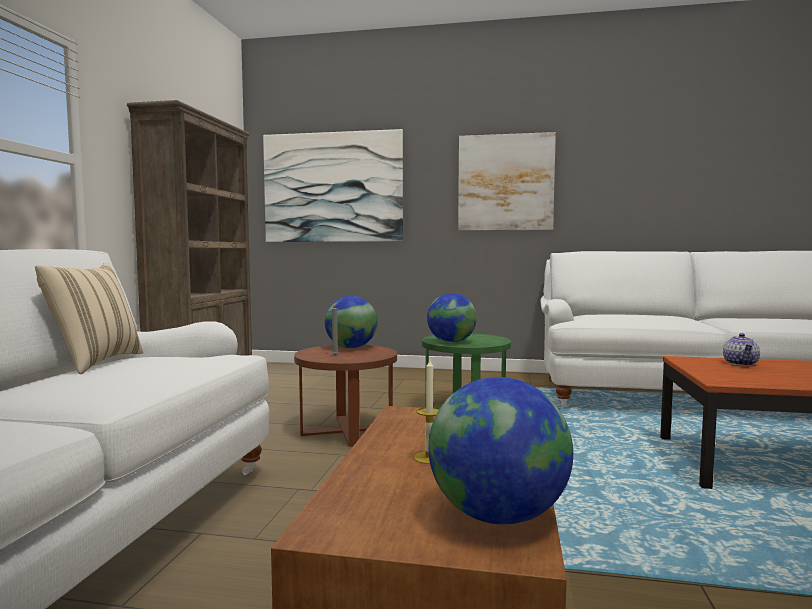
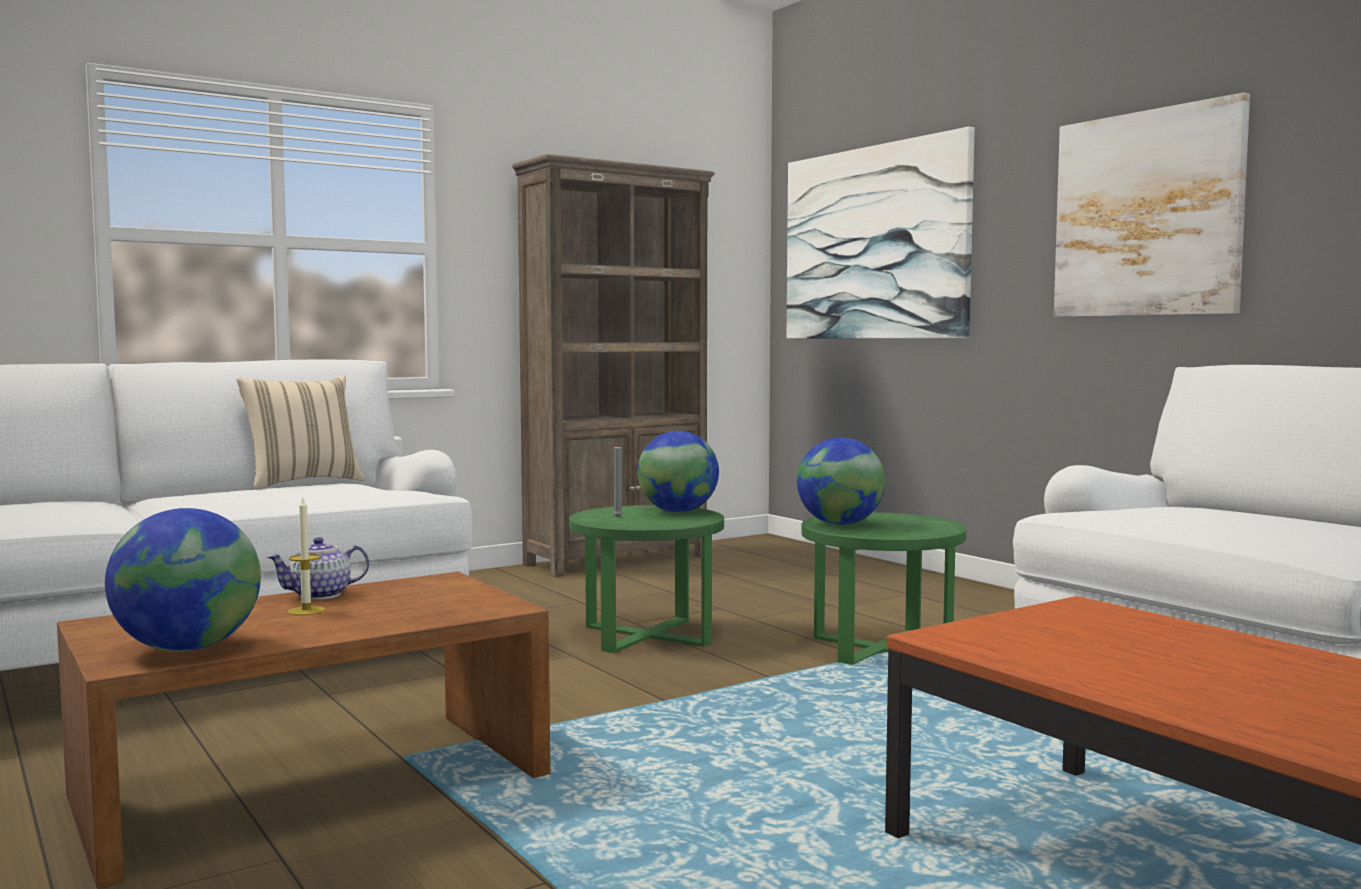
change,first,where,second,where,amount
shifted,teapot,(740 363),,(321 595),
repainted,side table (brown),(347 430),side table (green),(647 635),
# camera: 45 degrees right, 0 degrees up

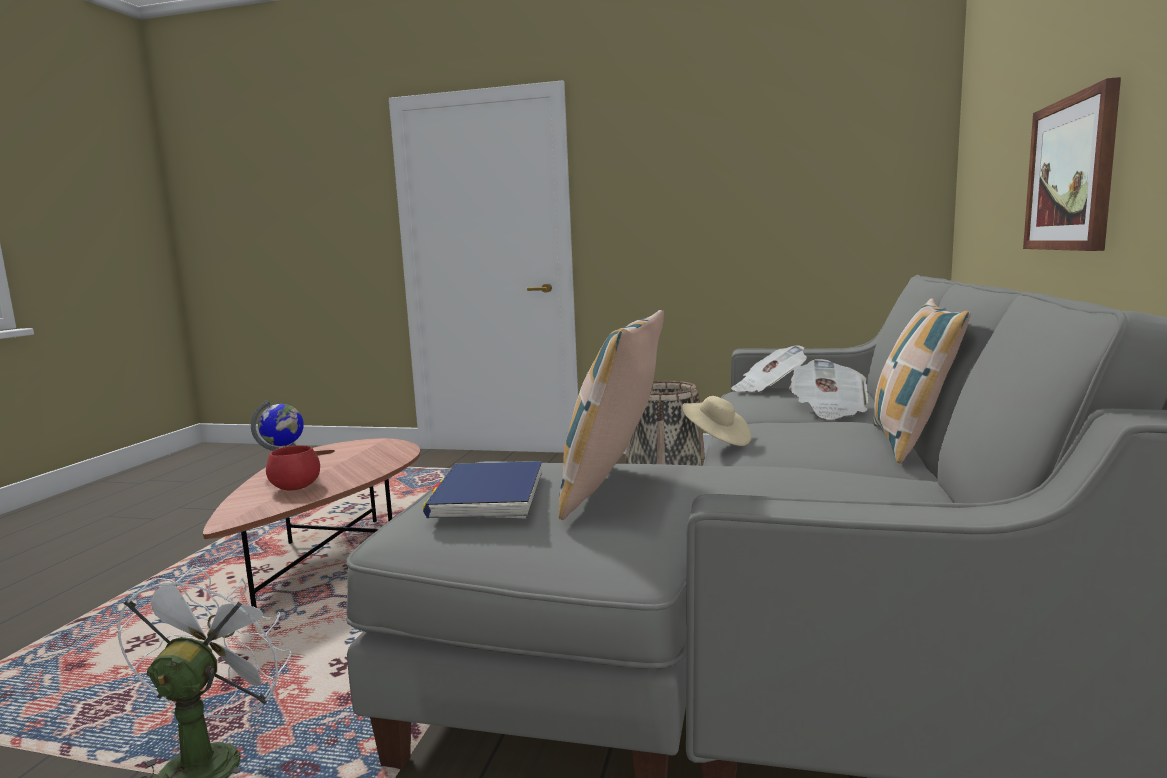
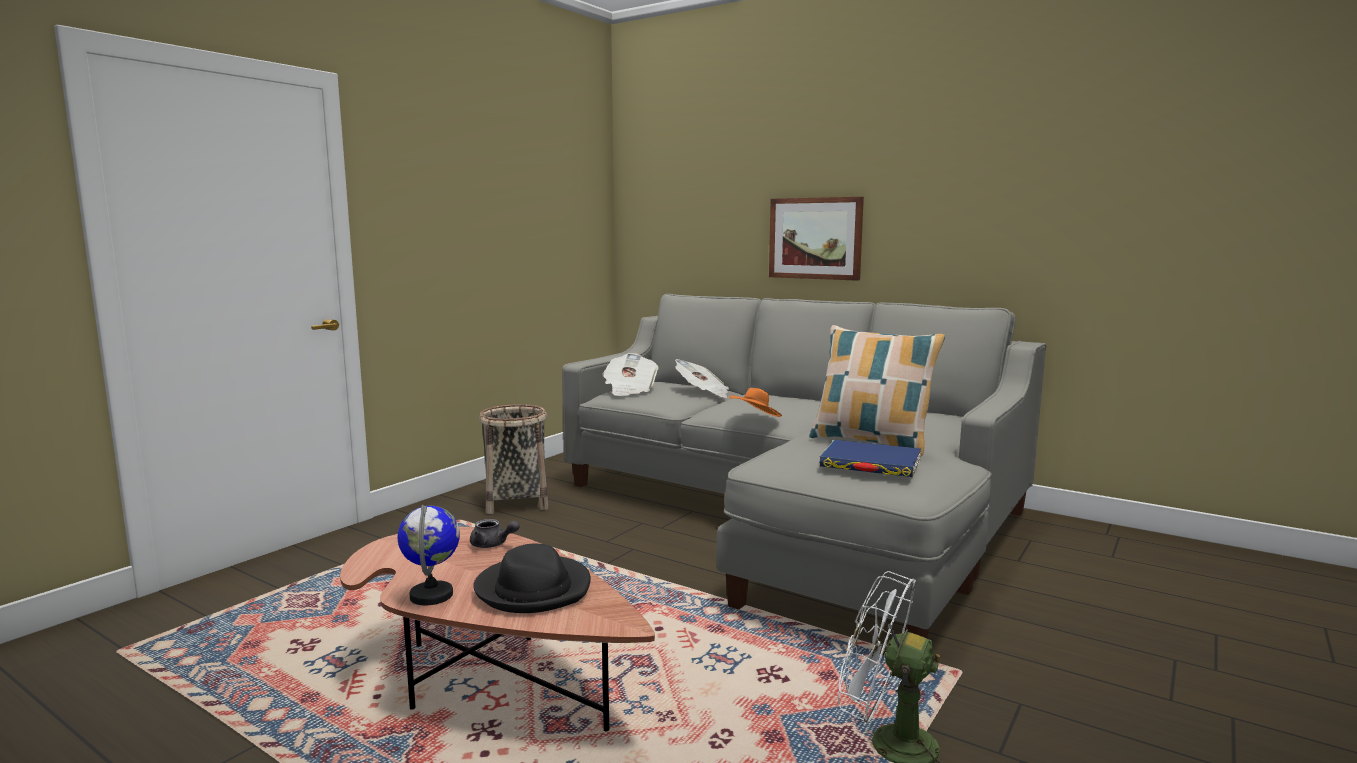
change,first,where,second,where,amount
new,,,teapot (grey),(492 545),
swapped,bowl (red),(296 487),hat (black),(534 589),
repainted,hat (beige),(716 440),hat (orange),(755 418),
gone,pillow,(911 444),,,
# camera: 70 degrees left, 0 degrees up

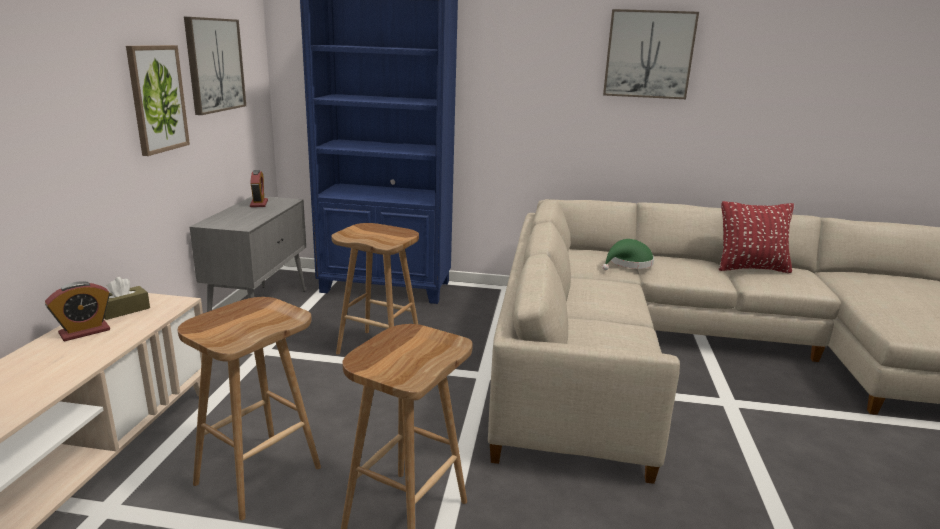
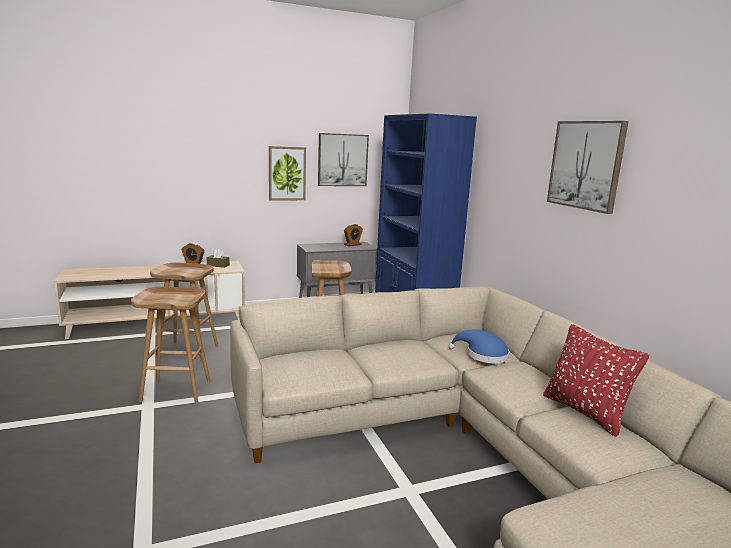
change,first,where,second,where,amount
repainted,hat (green),(628 264),hat (blue),(483 355),
# camera: 60 degrees right, 5 degrees down

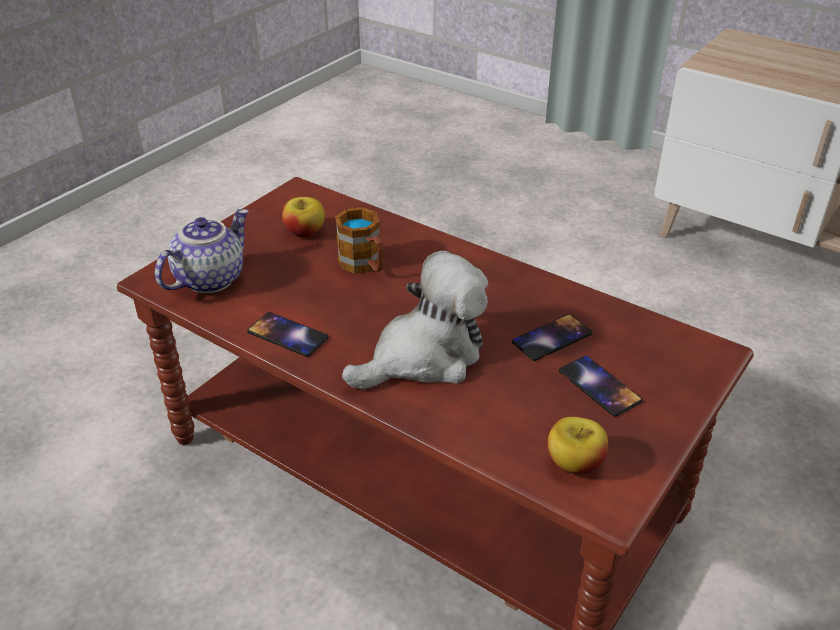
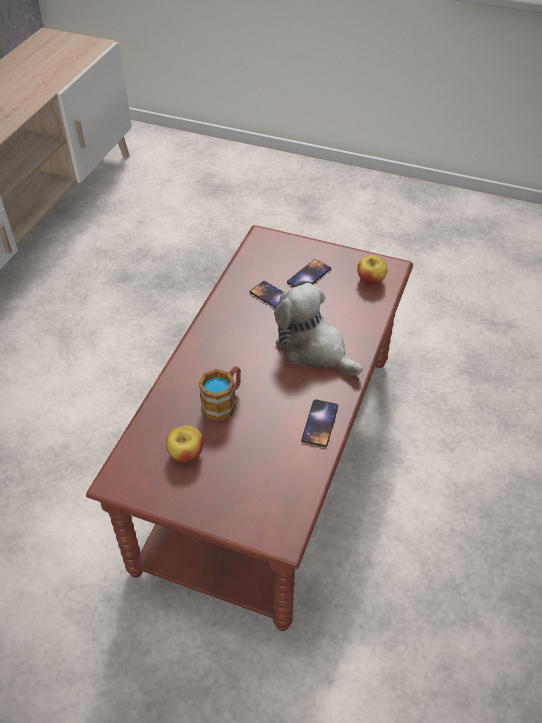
change,first,where,second,where,amount
gone,teapot,(209 278),,,
# camera: 105 degrees left, 10 degrees up

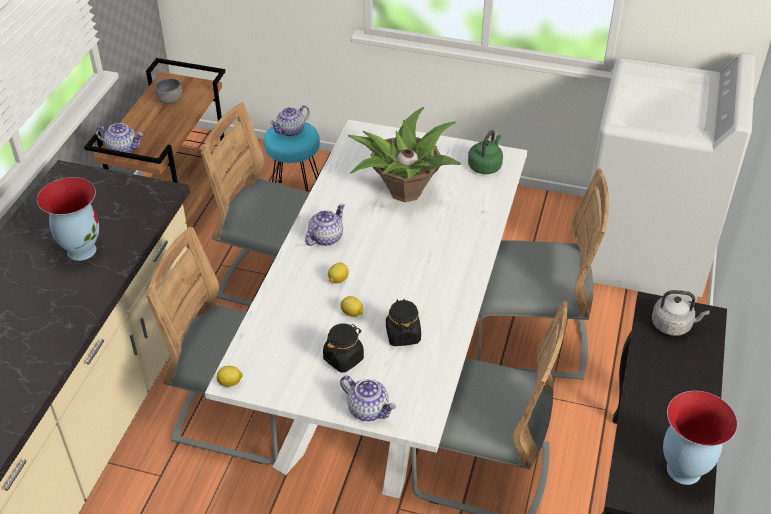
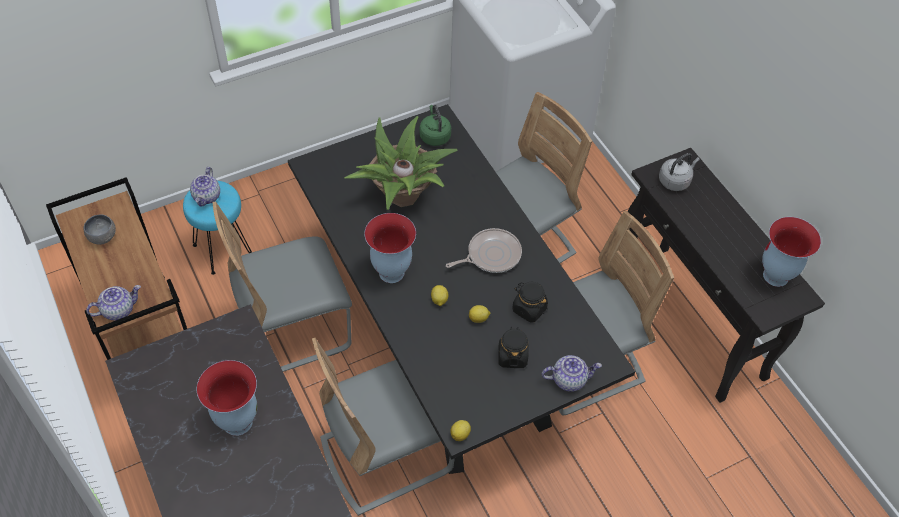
change,first,where,second,where,amount
repainted,dining table (white),(383 369),dining table (black),(444 343),
swapped,teapot,(325 237),vase,(391 273),
new,,,frying pan,(491 255),
# camera: 45 degrees left, 10 degrees up

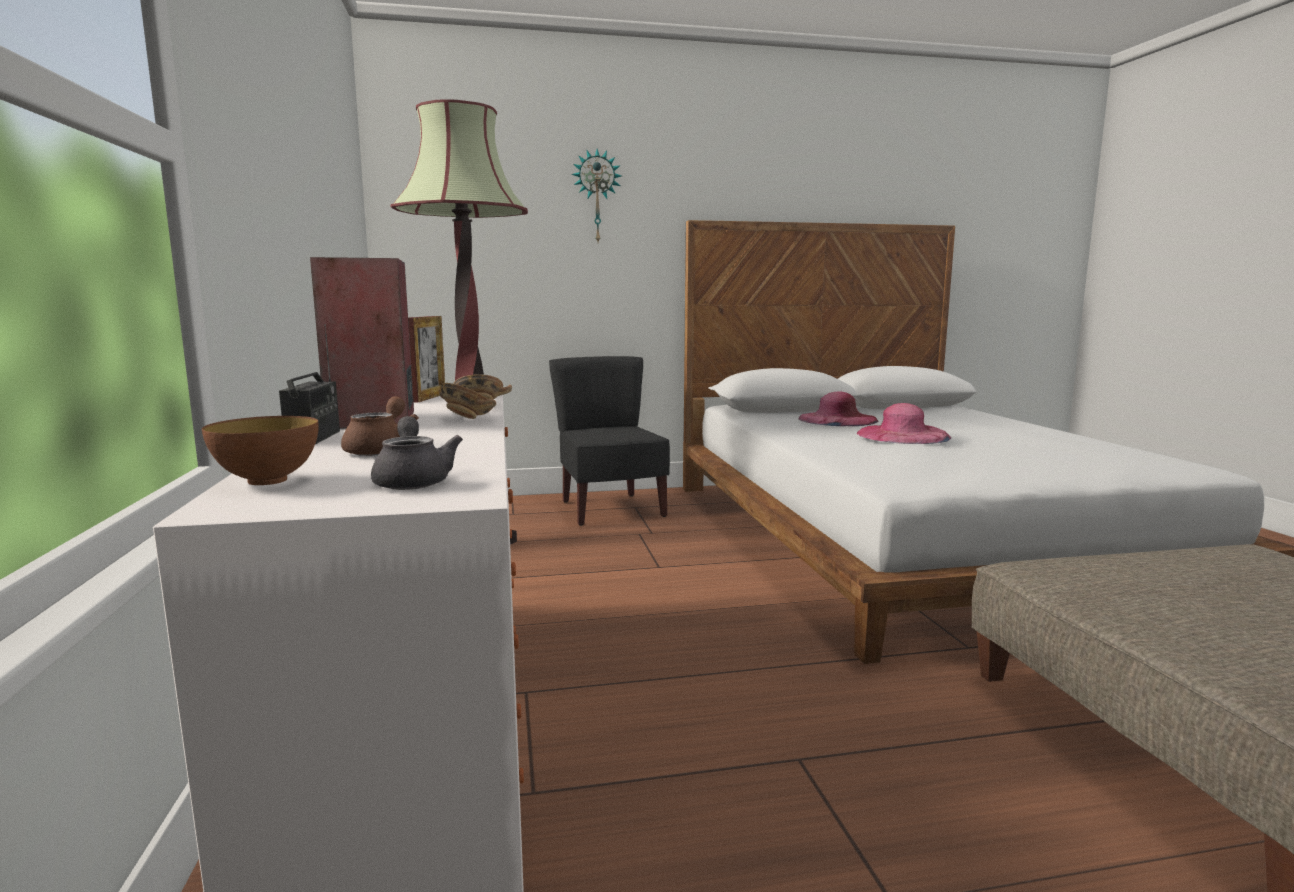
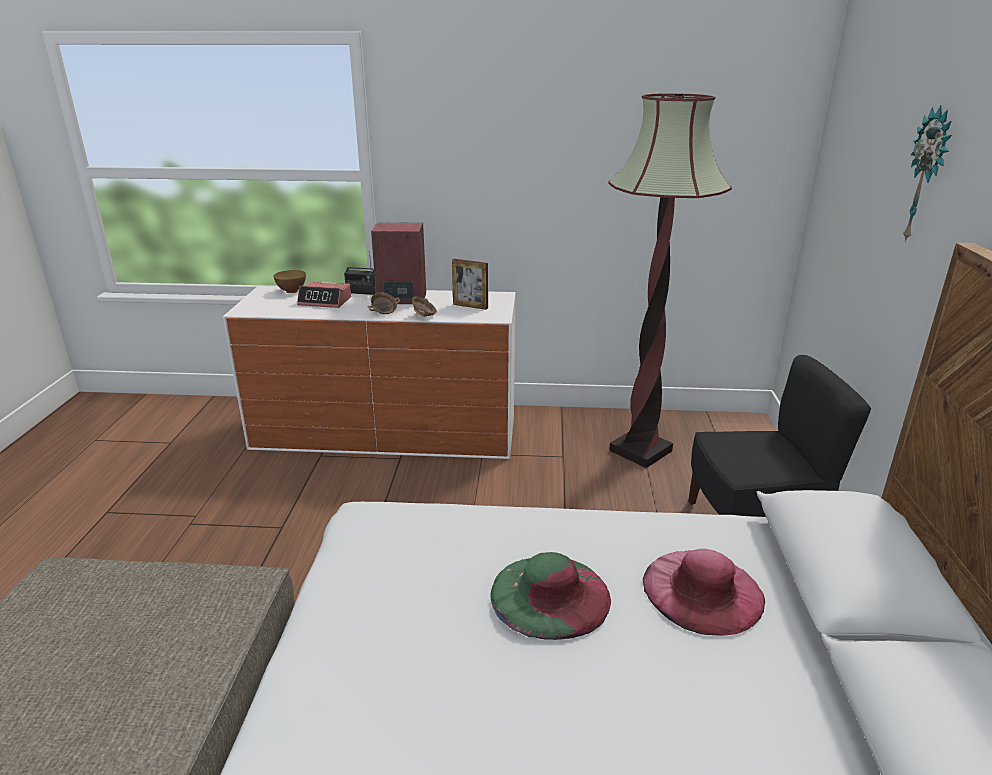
change,first,where,second,where,amount
swapped,teapot (brown),(381 449),alarm clock,(325 301),
repainted,hat (pink),(903 435),hat (green),(550 595),
gone,teapot (grey),(413 480),,,
# camera: 105 degrees right, 15 degrees up

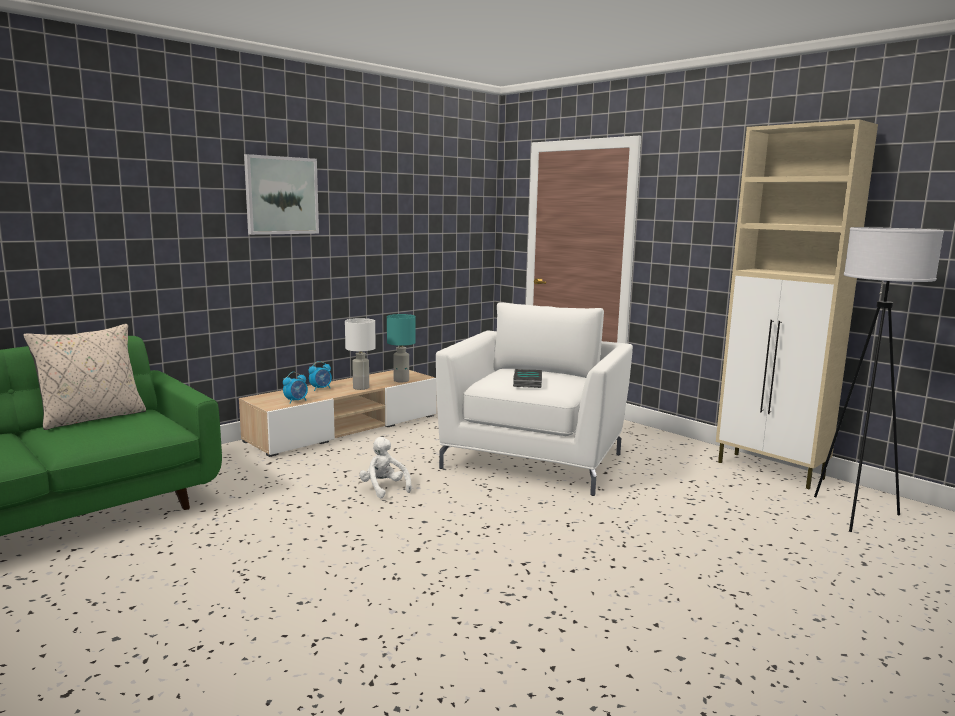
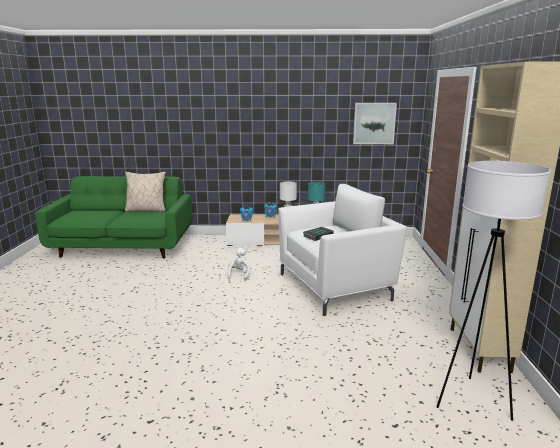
change,first,where,second,where,amount
shifted,picture,(281 195),,(374 123),
# camera: 45 degrees right, 5 degrees up

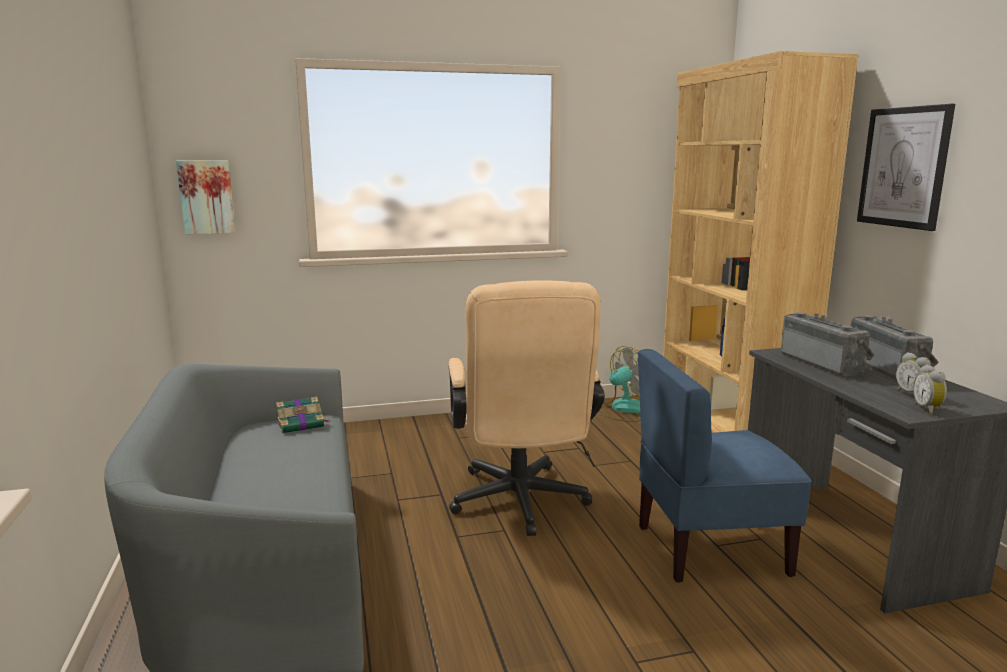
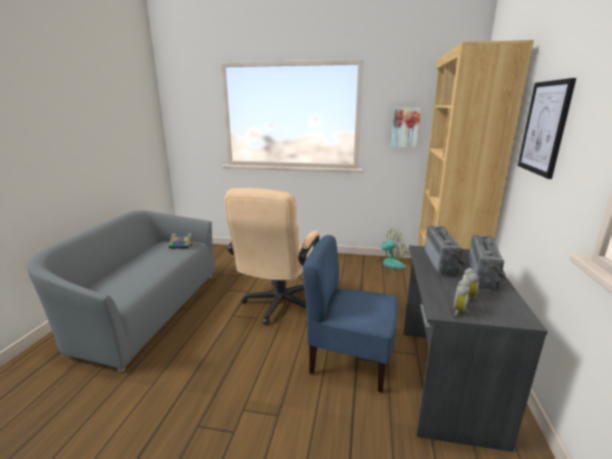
change,first,where,second,where,amount
shifted,picture,(207 197),,(405 127),
# camera: 25 degrees right, 5 degrees up

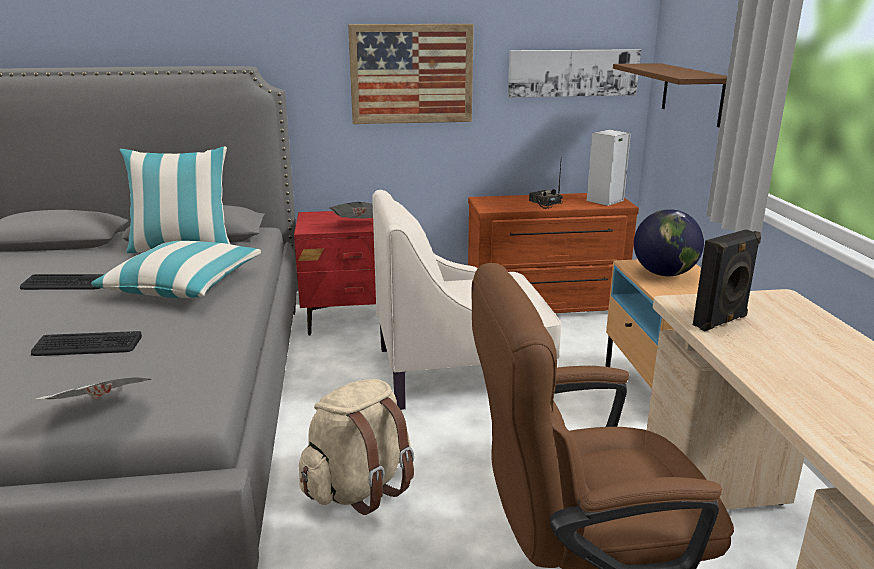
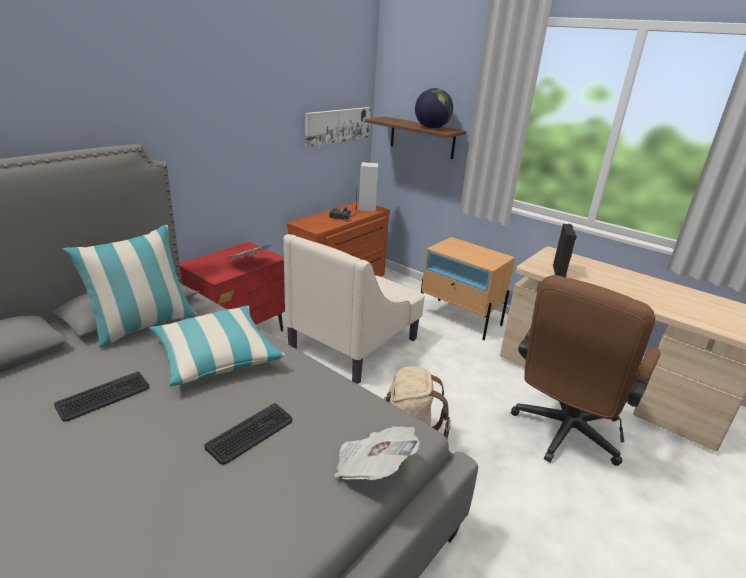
change,first,where,second,where,amount
shifted,globe,(664 274),,(431 128),
gone,picture,(411 74),,,
# camera: 45 degrees left, 5 degrees up

